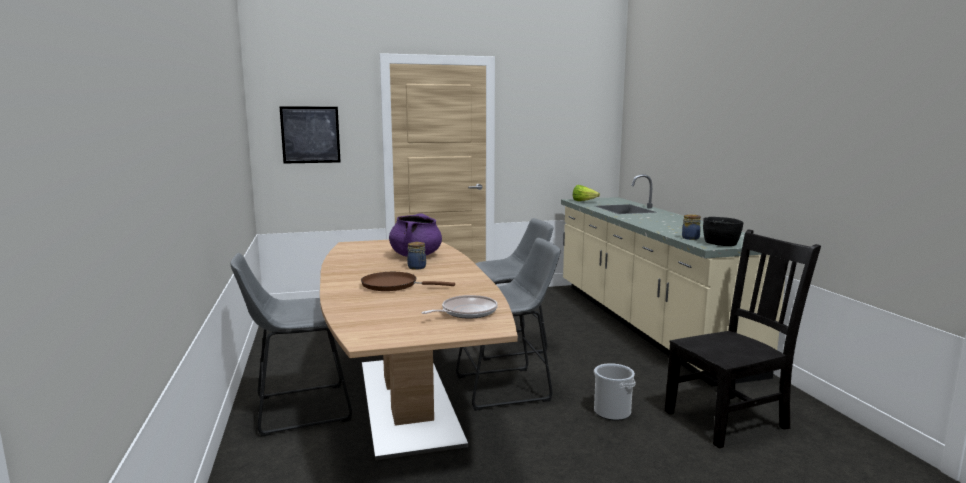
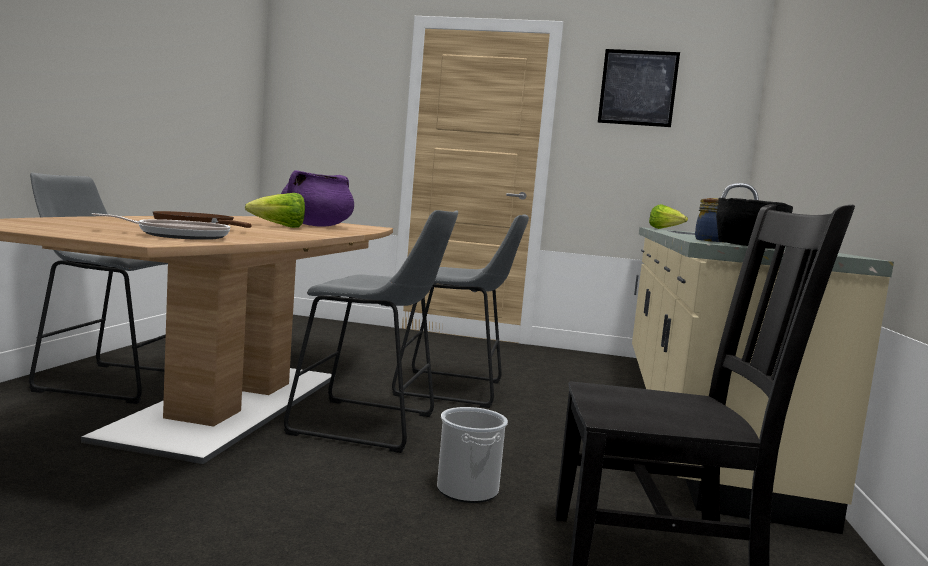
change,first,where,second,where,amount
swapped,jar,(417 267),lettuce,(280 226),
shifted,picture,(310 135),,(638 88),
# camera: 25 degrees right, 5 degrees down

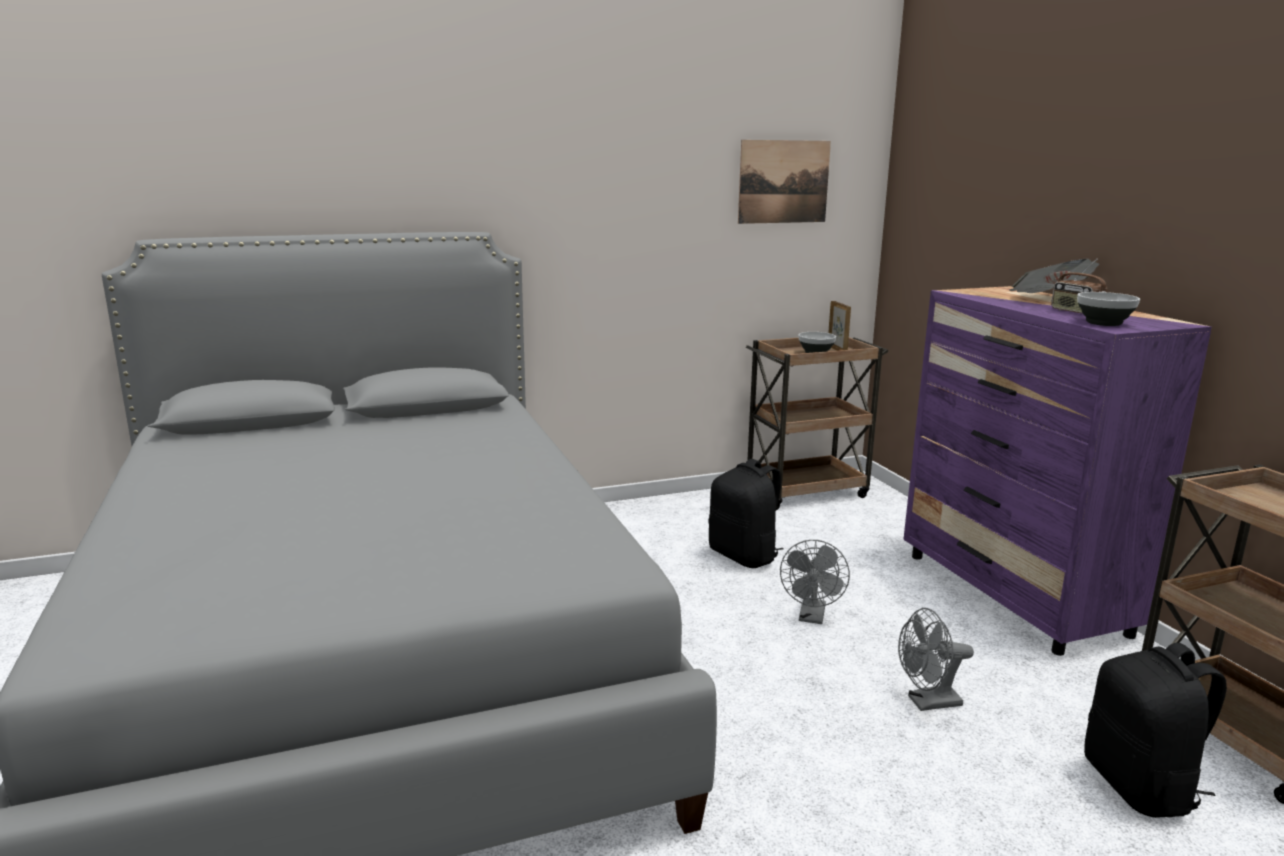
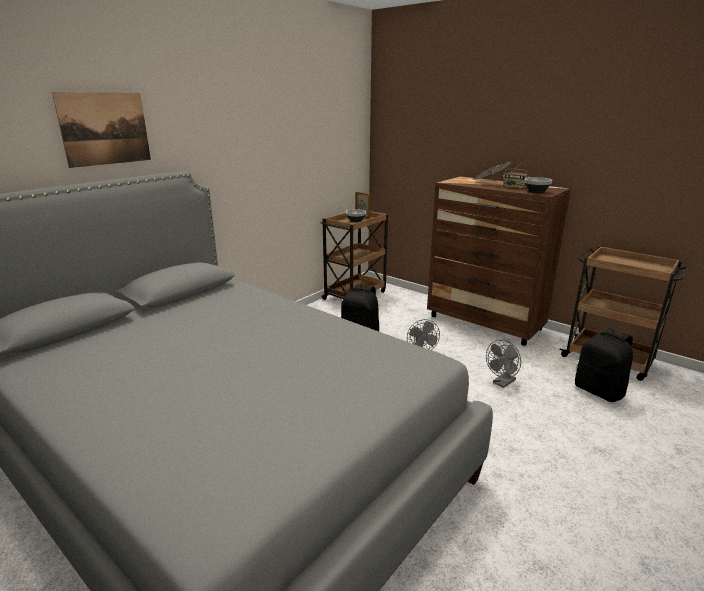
change,first,where,second,where,amount
shifted,picture,(784 182),,(105 129),
repainted,dresser (purple),(1013 594),dresser (brown),(485 323),
# camera: 30 degrees left, 5 degrees up

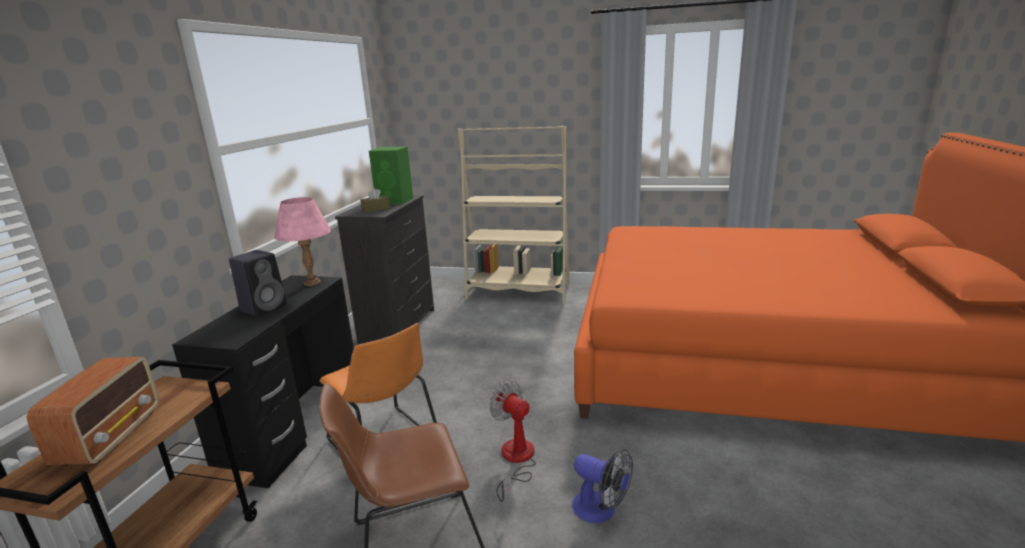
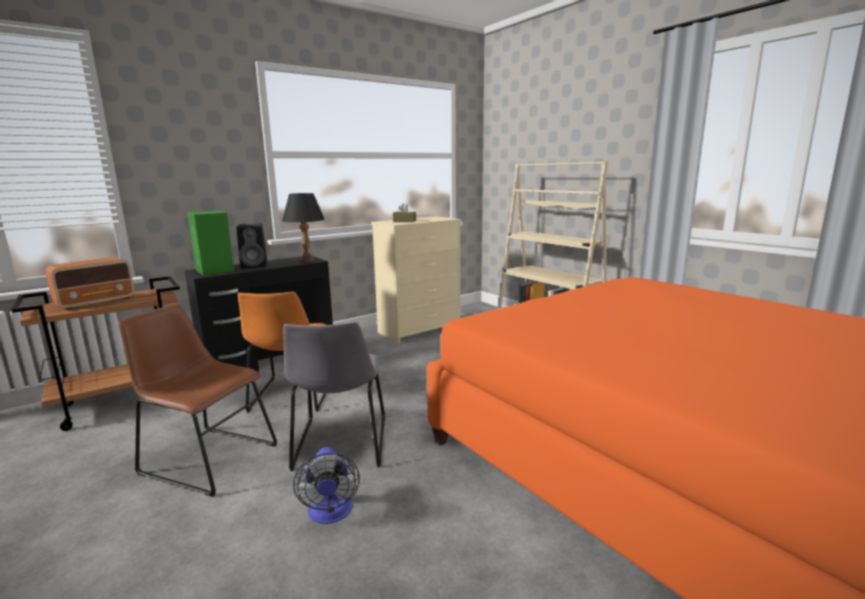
change,first,where,second,where,amount
shifted,speaker (green),(395 201),,(215 271),
repainted,table lamp (pink),(312 282),table lamp (black),(307 260),
swapped,fan,(516 460),chair (grey),(340 445),
repainted,dresser (black),(399 326),dresser (beige),(420 329),
# camera: 40 degrees right, 5 degrees down

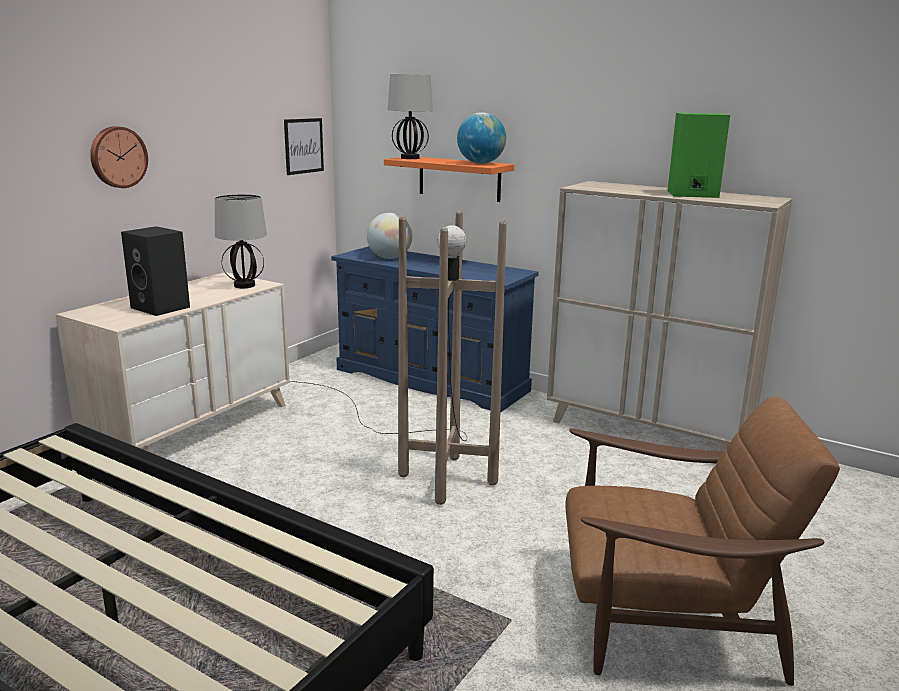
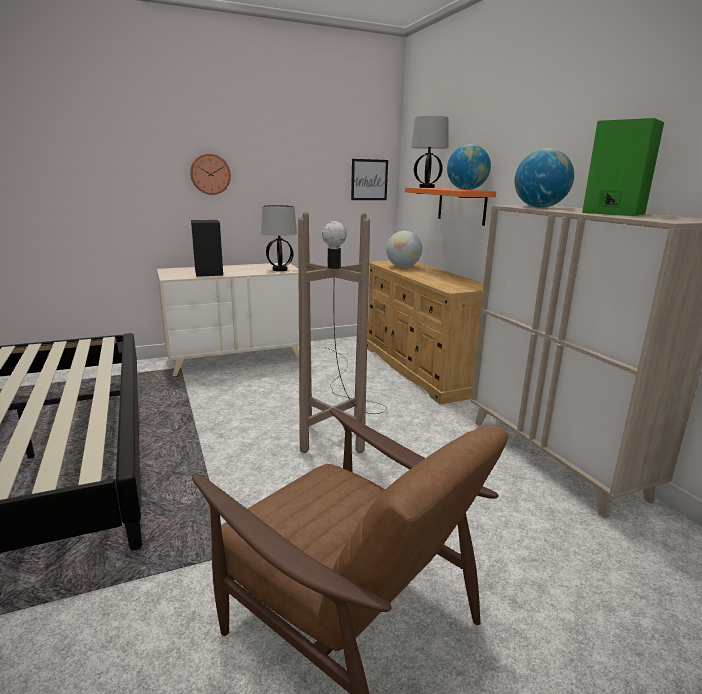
change,first,where,second,where,amount
repainted,dresser (blue),(432 380),dresser (beige),(420 369),
new,,,globe,(539 207),
# camera: 35 degrees right, 0 degrees up

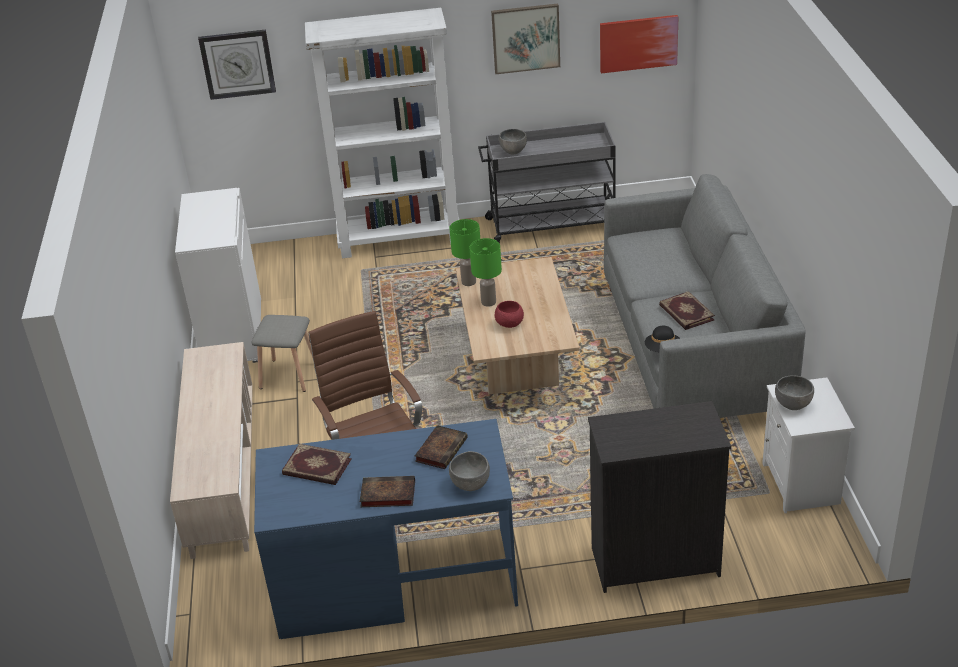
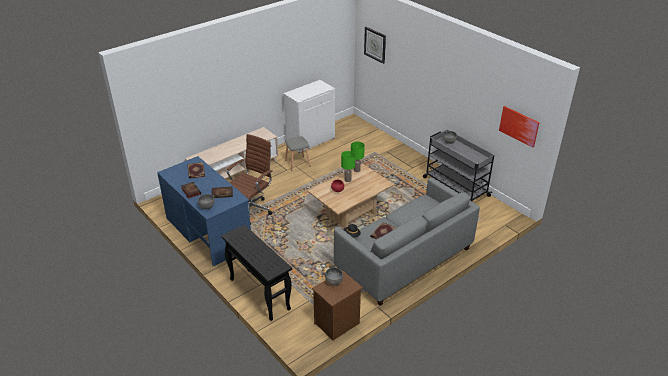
change,first,where,second,where,amount
swapped,dresser (black),(653 561),console table (black),(259 294),
repainted,nightstand (white),(802 485),nightstand (brown),(337 324),
gone,bookcase (white),(400 240),,,
gone,picture,(525 38),,,
# camera: 55 degrees right, 0 degrees up

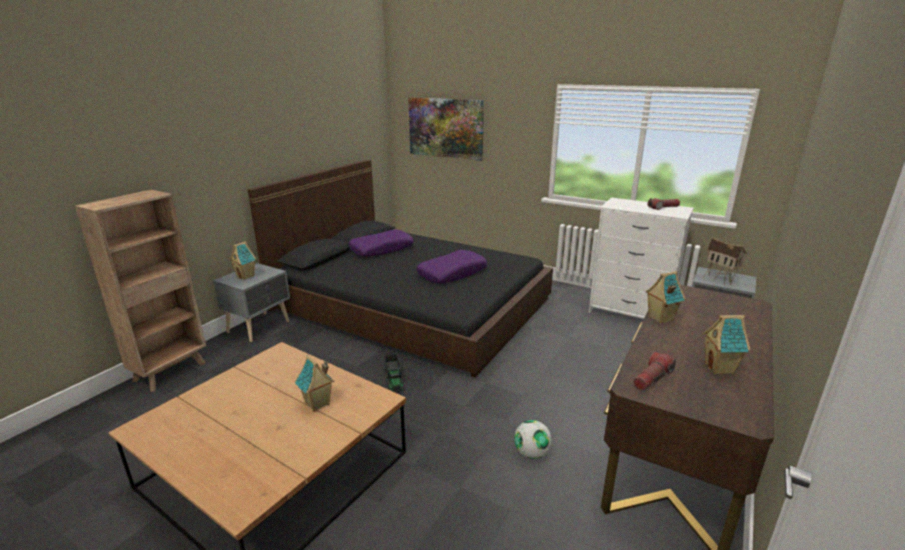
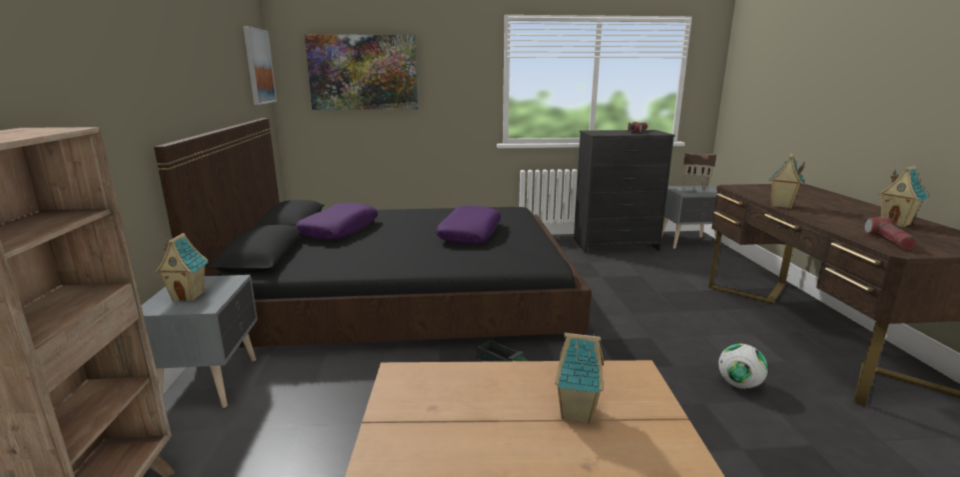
change,first,where,second,where,amount
new,,,picture,(258 66),
repainted,dresser (white),(630 313),dresser (black),(615 245),
# camera: 35 degrees left, 5 degrees down

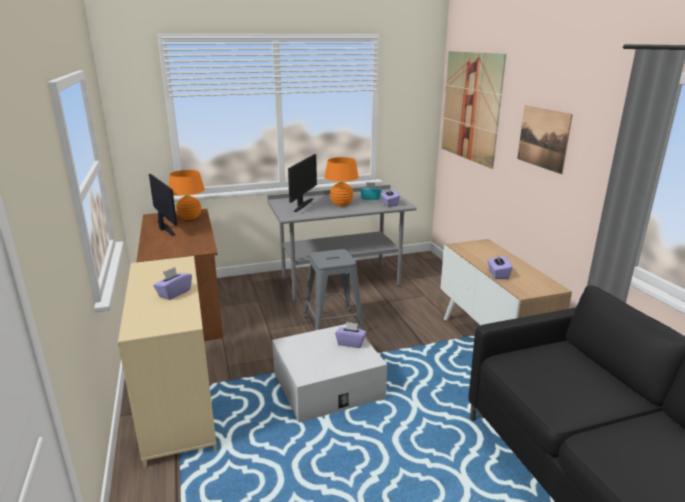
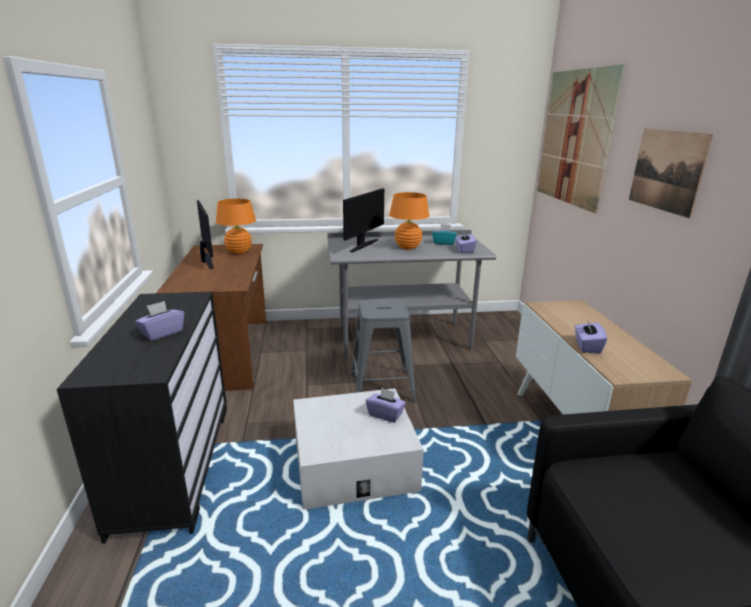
change,first,where,second,where,amount
repainted,dresser (beige),(178 404),dresser (black),(174 463),
# camera: 10 degrees right, 0 degrees up

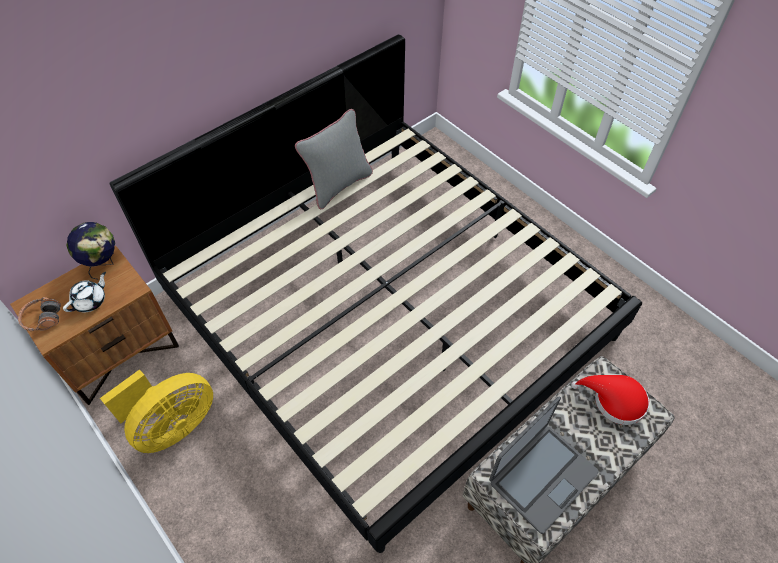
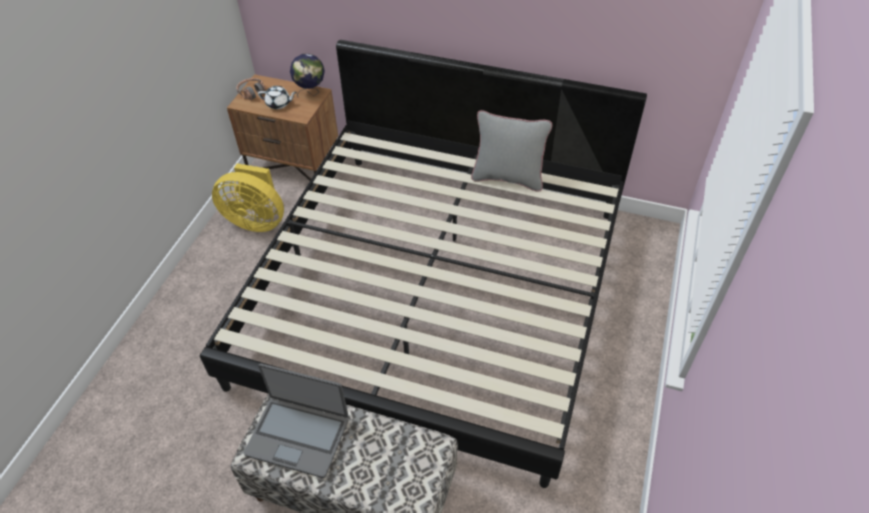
change,first,where,second,where,amount
gone,hat (red),(614 400),,,
# camera: 60 degrees right, 5 degrees down

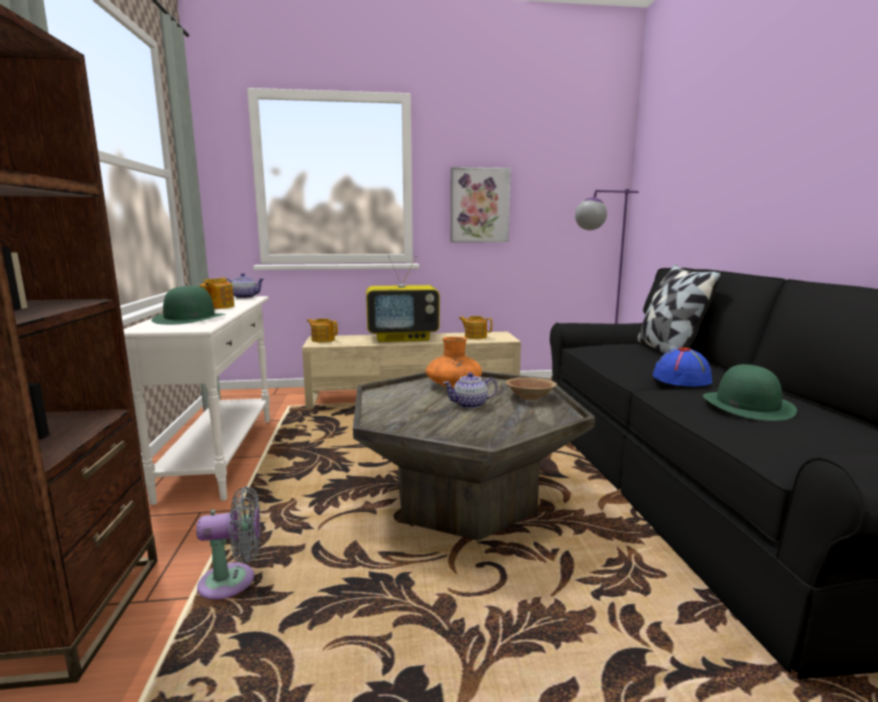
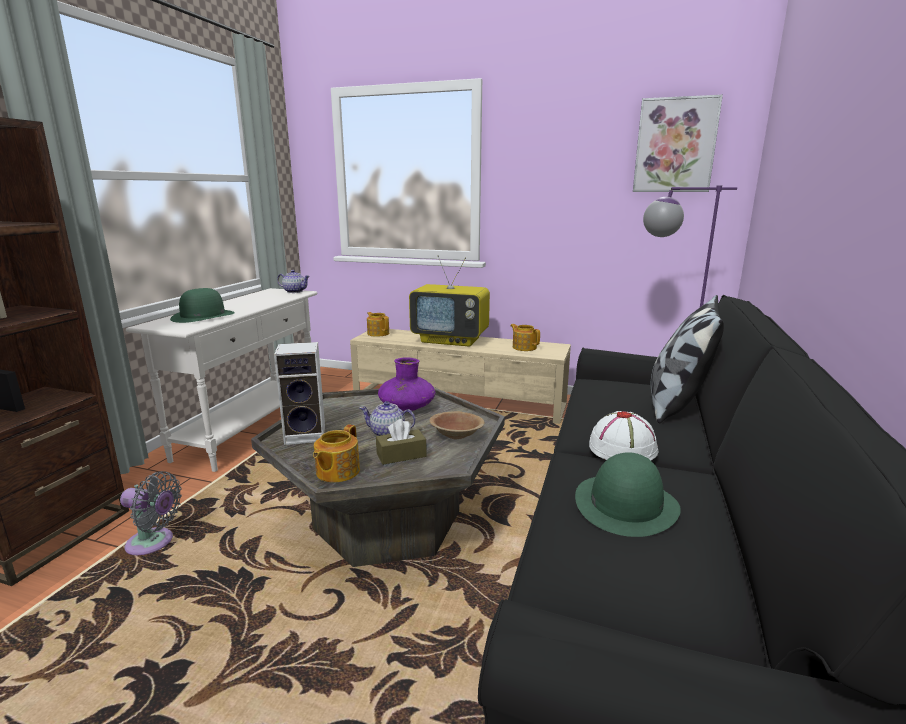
change,first,where,second,where,amount
new,,,speaker,(307 434),
shifted,teapot,(217 307),,(337 472),
new,,,tissue box (brown),(401 455),
repainted,vase (orange),(453 386),vase (purple),(407 407),
repainted,hat (blue),(682 378),hat (white),(623 448),
shifted,picture,(479 205),,(675 145),
# camera: 25 degrees right, 5 degrees up

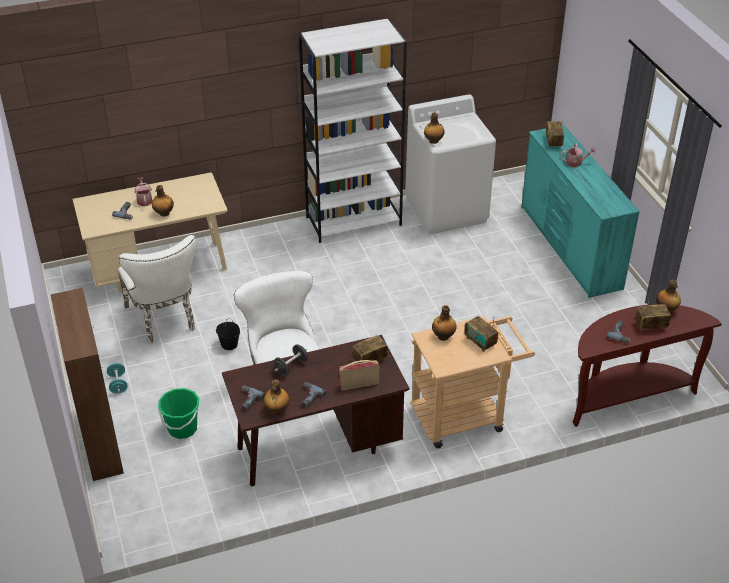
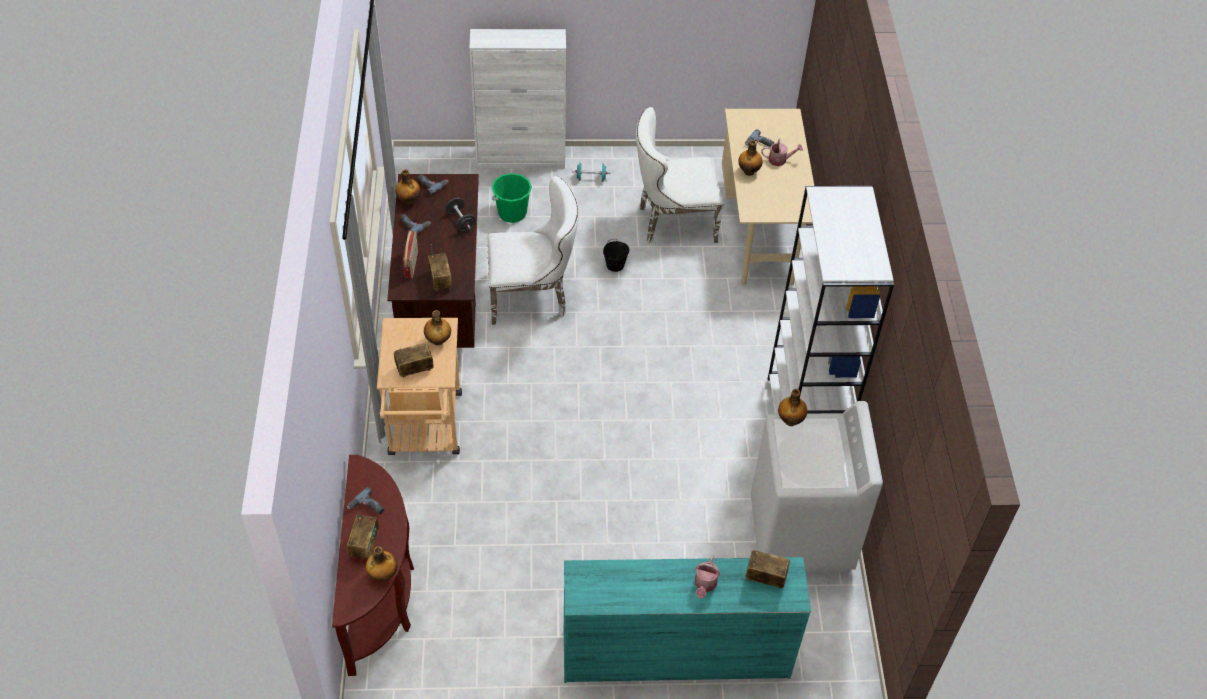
change,first,where,second,where,amount
repainted,cabinet (brown),(100 441),cabinet (white),(521 159),
# camera: 105 degrees right, 10 degrees up

